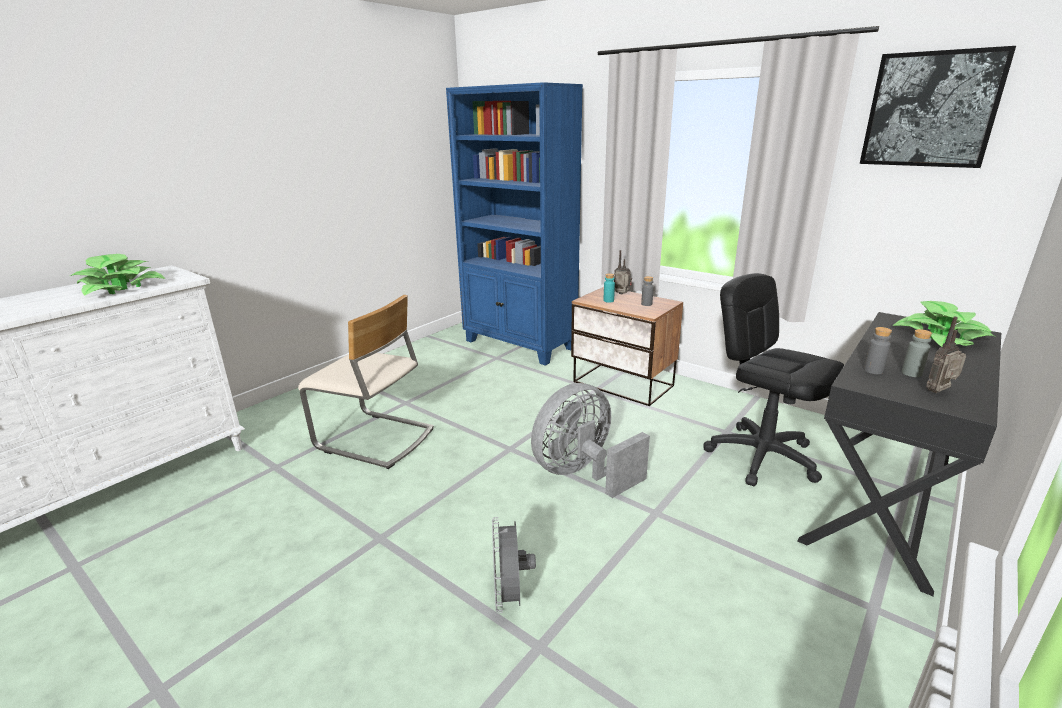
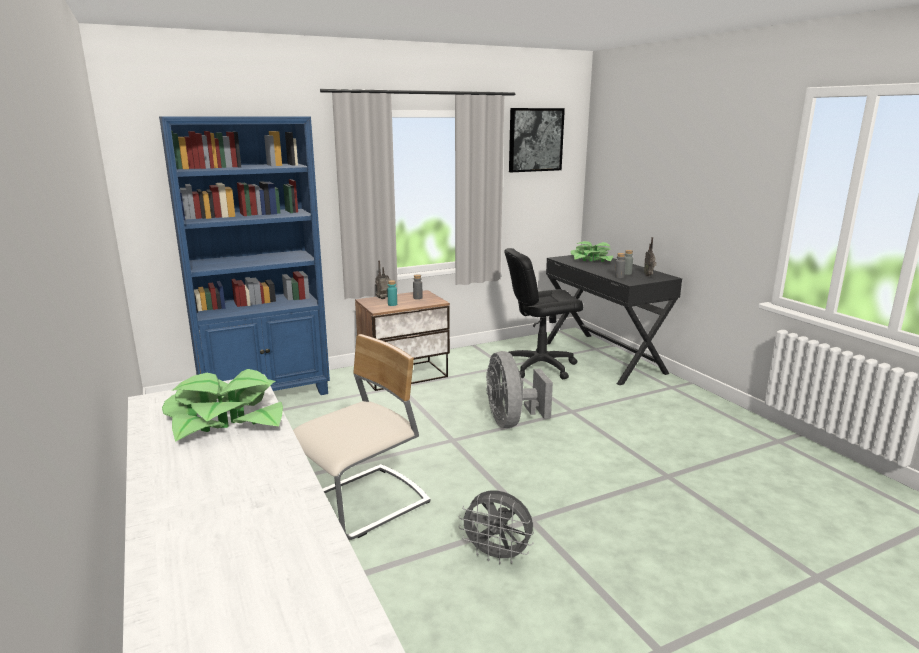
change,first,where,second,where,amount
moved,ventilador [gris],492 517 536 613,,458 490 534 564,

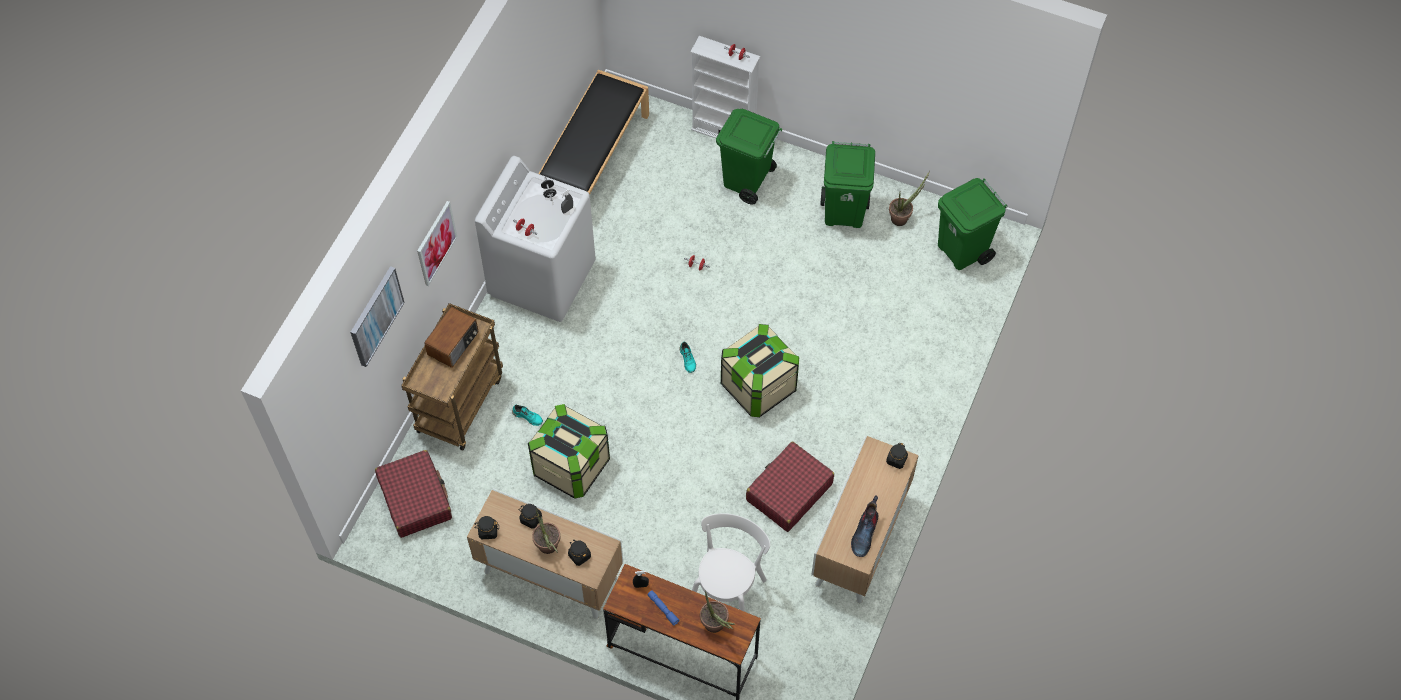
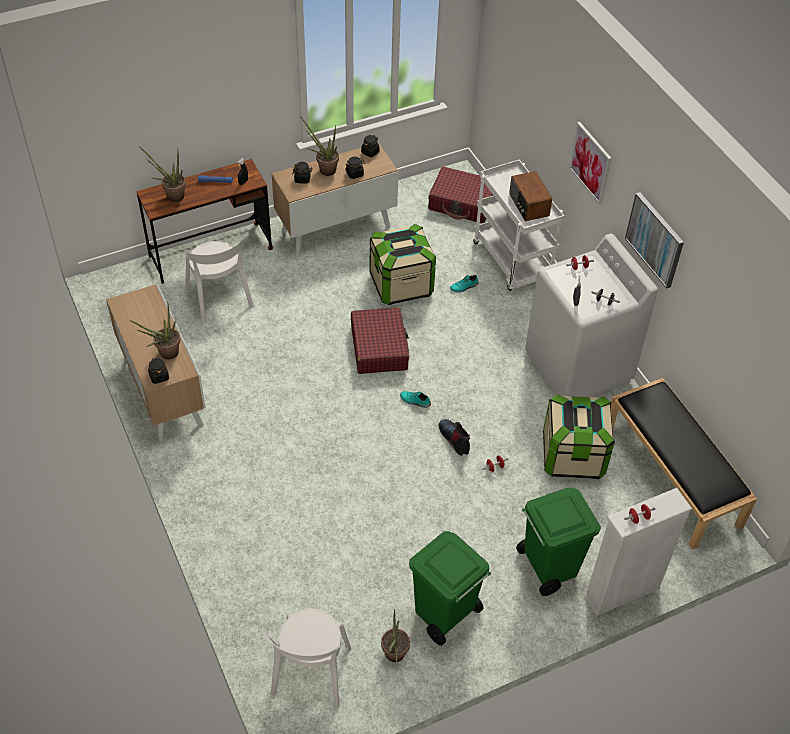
change,first,where,second,where,amount
added,,,planta en maceta,130 302 180 360,
moved,cuadro,350 266 405 367,,625 192 684 289,
moved,caja de almacenaje,721 324 799 417,,543 394 615 479,
moved,maleta [rojo],746 441 834 532,,351 307 409 374,
moved,bota,851 495 879 557,,439 419 470 456,
replaced,papelera [verde],938 178 1008 270,silla [blanco],262 608 351 708,
recoloured,carrito [marrón],401 303 503 451,carrito [blanco],473 160 564 291,

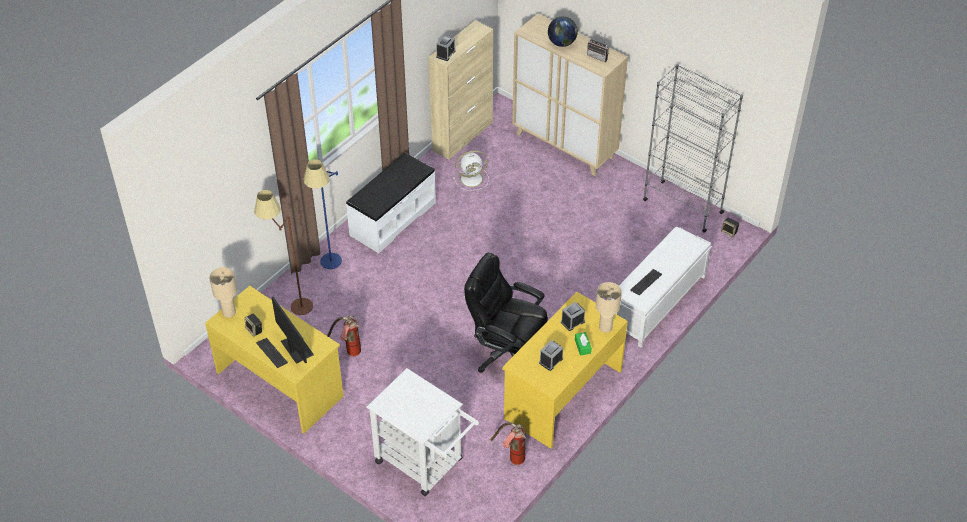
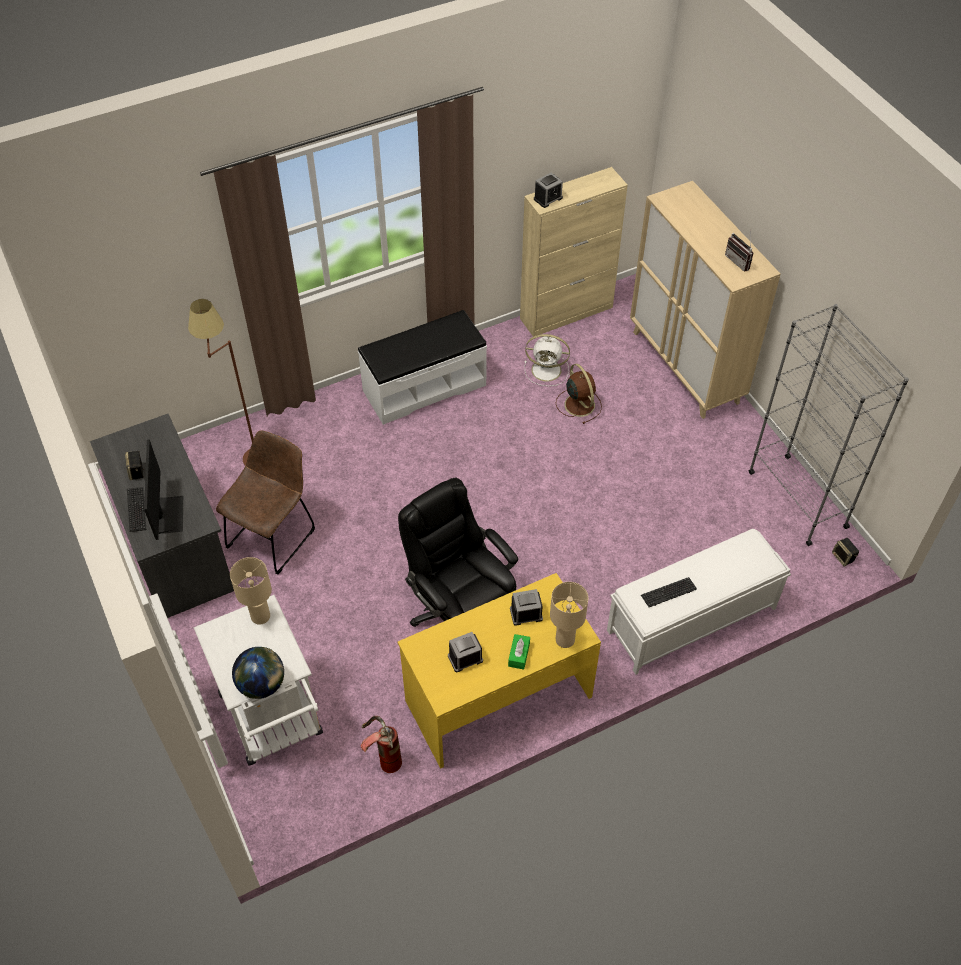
change,first,where,second,where,amount
removed,lámpara de pie [azul],304 159 342 269,,,
added,,,ventilador [marrón],556 364 602 424,
moved,lámpara de mesa [beis],209 267 237 318,,230 557 272 625,
moved,globo terráqueo,548 16 578 47,,232 647 284 699,
replaced,extintor,327 316 361 356,silla [marrón],216 430 315 574,
recoloured,escritorio [amarillo],205 286 344 434,escritorio [gris],90 414 234 618,

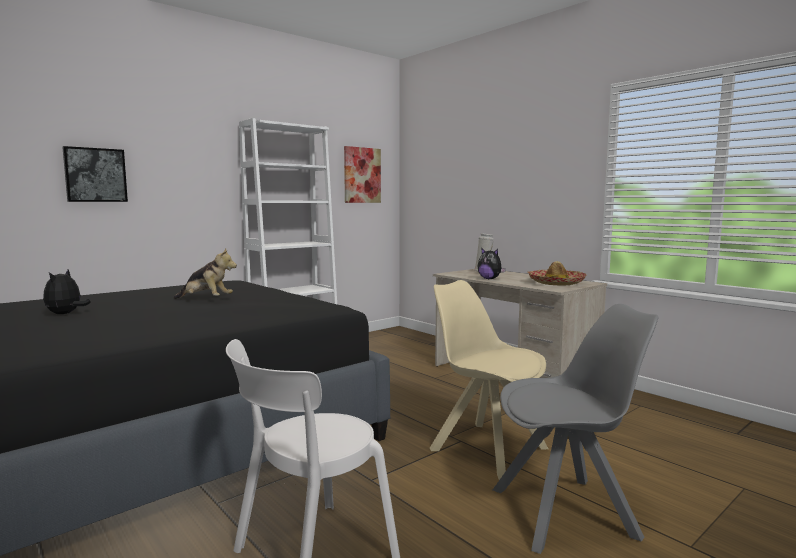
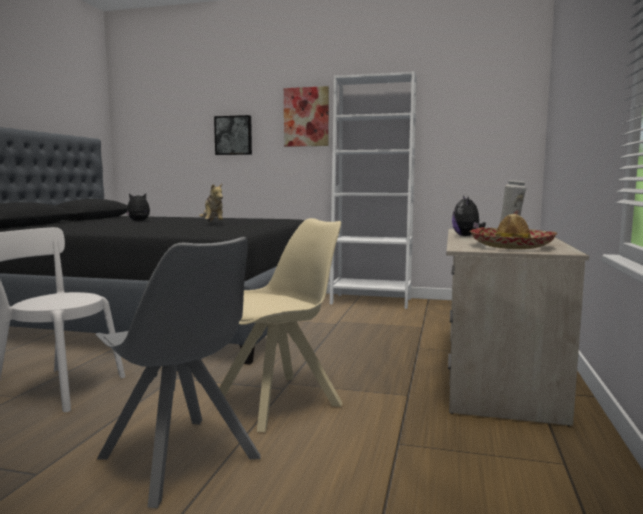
change,first,where,second,where,amount
moved,cuadro,344 146 381 203,,284 86 329 147,
turned,silla [beis],430 280 548 480,,219 218 343 432,45 degrees clockwise

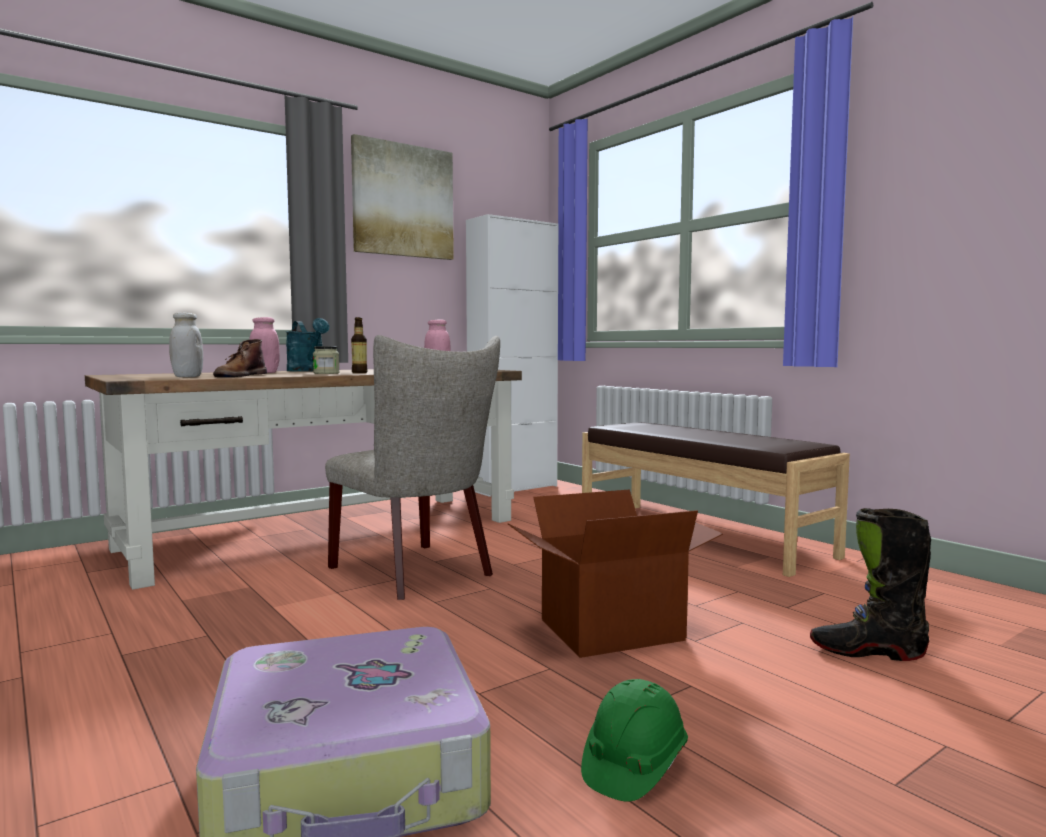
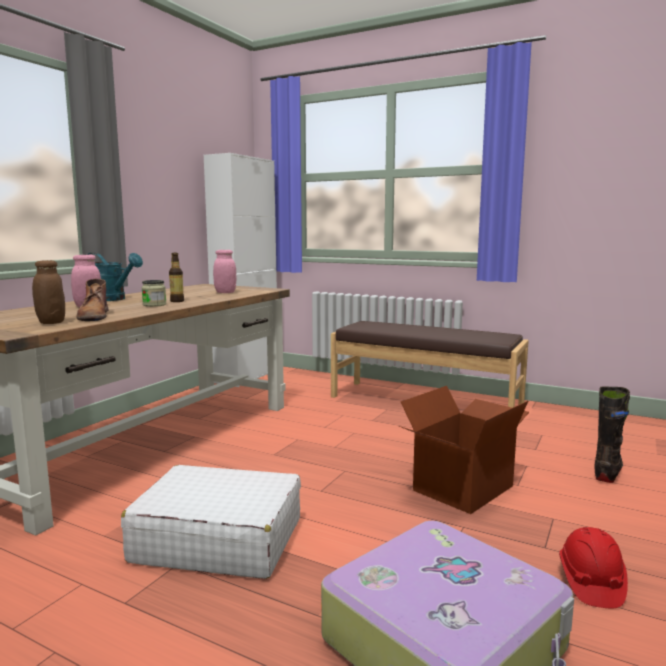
change,first,where,second,where,amount
removed,silla [beis],325 335 500 600,,,
removed,cuadro,351 134 454 260,,,
added,,,maleta [blanco],121 465 301 579,
recoloured,tarro [blanco],169 312 203 377,tarro [marrón],32 260 65 324,
recoloured,casco [verde],581 679 688 802,casco [rojo],559 527 628 608,
turned,bota [negro],810 508 931 661,,594 386 630 483,135 degrees clockwise

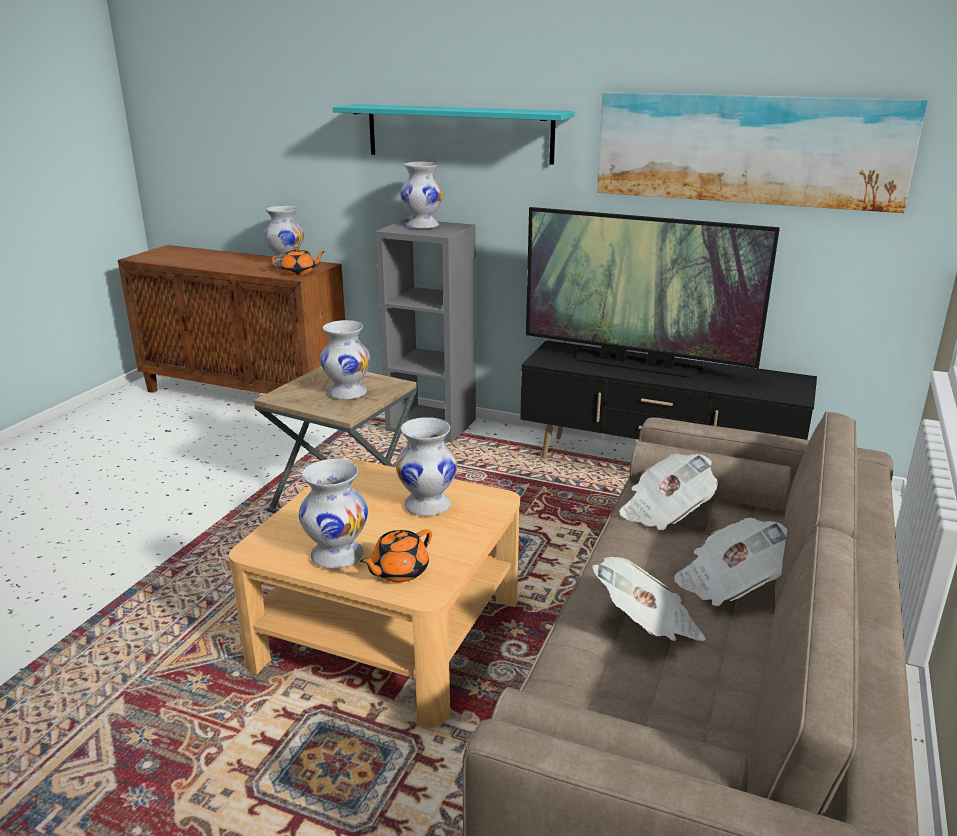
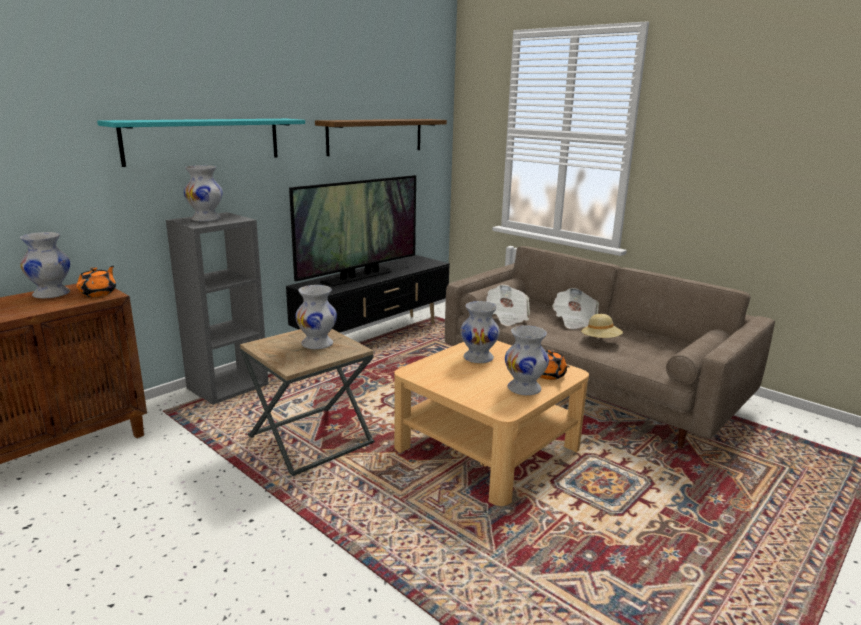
change,first,where,second,where,amount
replaced,periódico,592 557 706 641,sombrero [beis],581 314 623 338,
replaced,cuadro,597 92 927 213,estante,315 119 447 156,

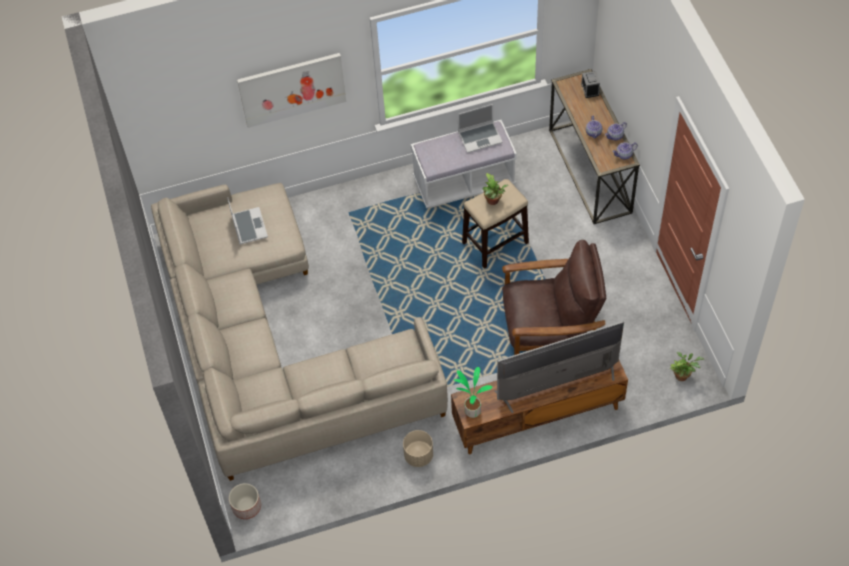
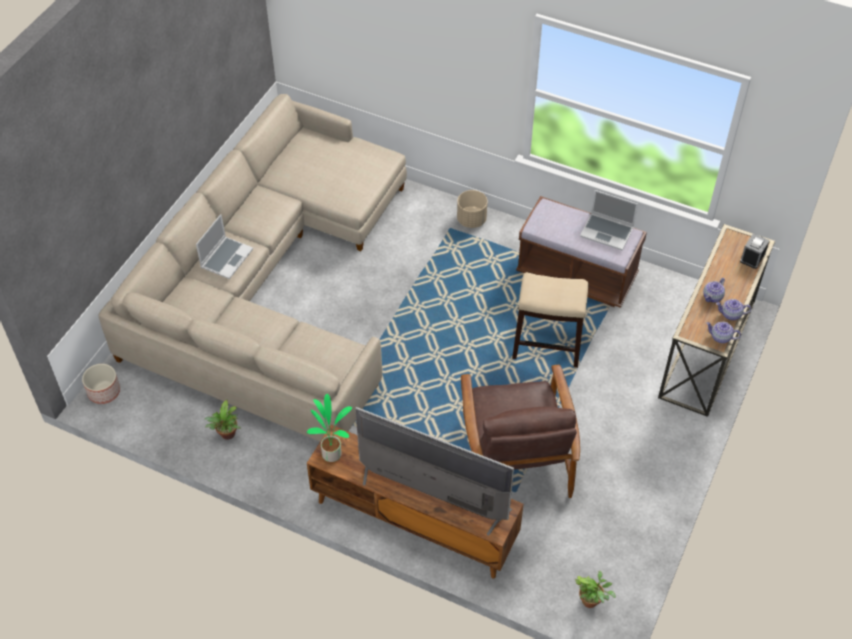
change,first,where,second,where,amount
removed,cuadro,237 53 346 128,,,
moved,portátil,227 197 268 245,,196 214 253 279,
moved,maceta [beis],403 430 433 467,,457 190 488 228,
moved,planta en maceta,483 173 508 205,,205 400 241 440,
recoloured,banco [blanco],411 120 517 208,banco [marrón],516 196 647 308,
turned,sillón [marrón],502 240 607 355,,461 365 580 498,45 degrees clockwise

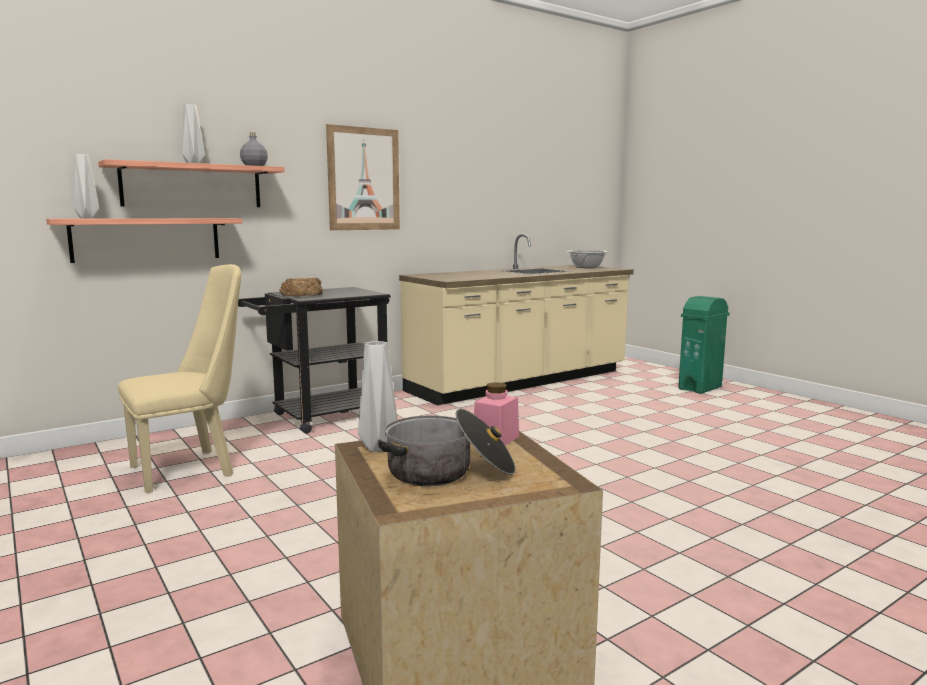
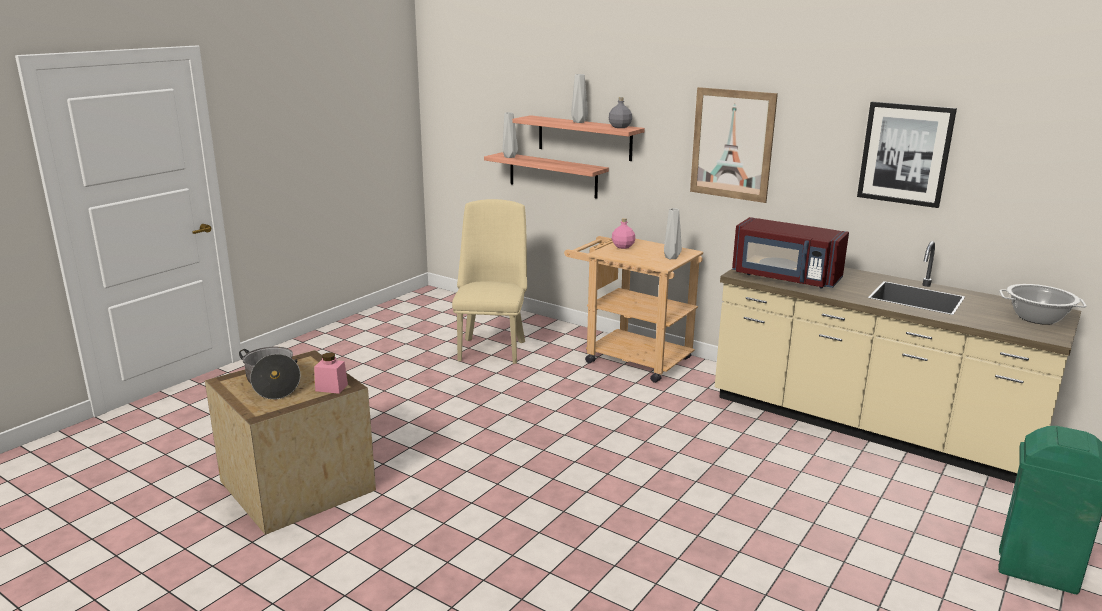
change,first,where,second,where,amount
added,,,microondas [rojo],732 217 849 288,
added,,,cuadro,857 102 957 208,
moved,florero [gris],358 341 397 452,,664 208 682 259,
replaced,pan,279 278 323 296,botella [rosa],612 218 635 249,
recoloured,carrito [negro],238 287 391 433,carrito [beis],564 236 703 383,
turned,silla [beis],118 264 241 493,,452 199 527 364,120 degrees counterclockwise

